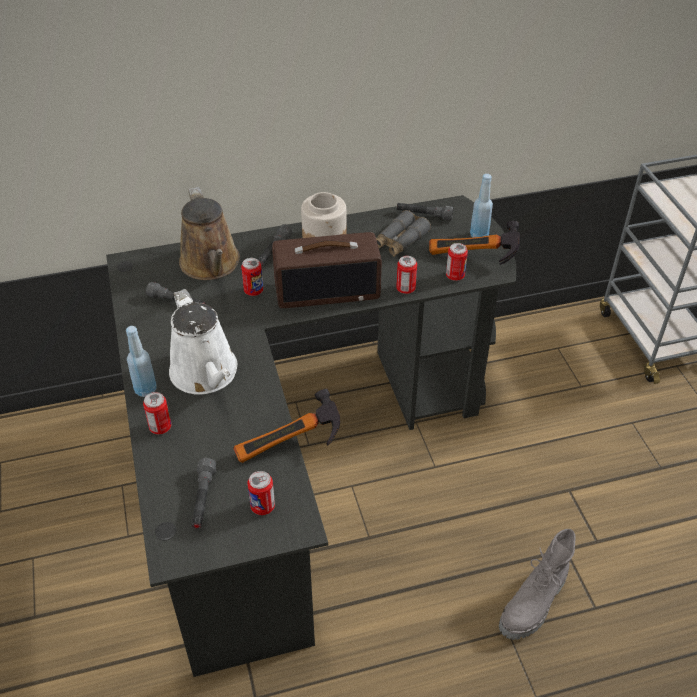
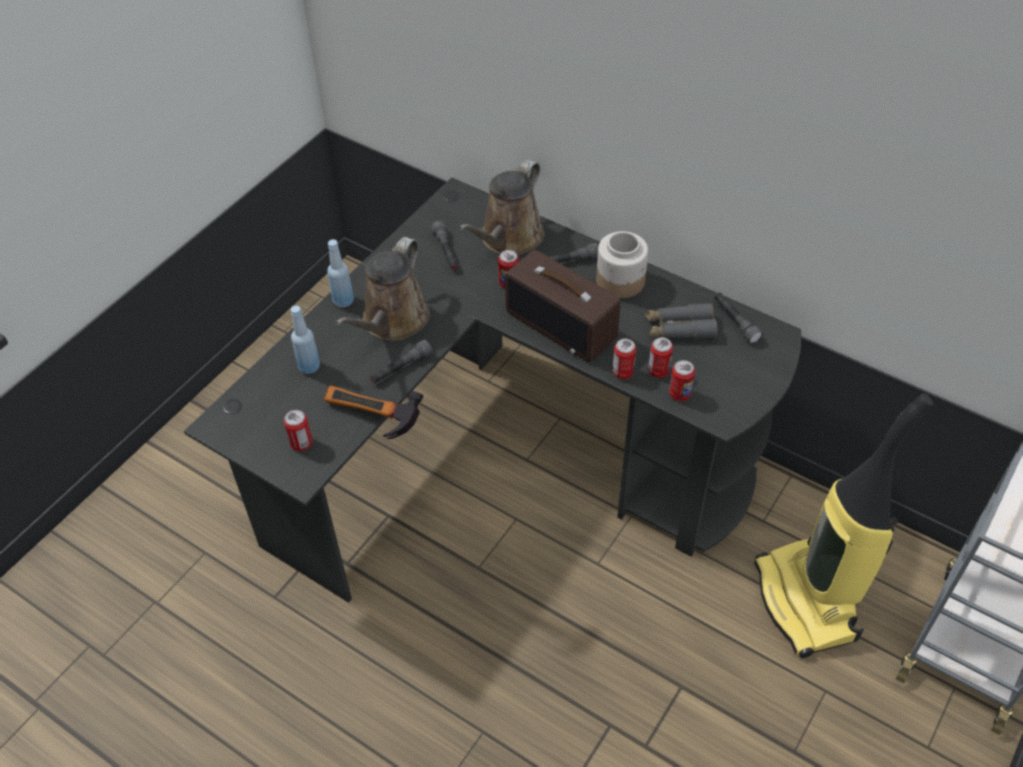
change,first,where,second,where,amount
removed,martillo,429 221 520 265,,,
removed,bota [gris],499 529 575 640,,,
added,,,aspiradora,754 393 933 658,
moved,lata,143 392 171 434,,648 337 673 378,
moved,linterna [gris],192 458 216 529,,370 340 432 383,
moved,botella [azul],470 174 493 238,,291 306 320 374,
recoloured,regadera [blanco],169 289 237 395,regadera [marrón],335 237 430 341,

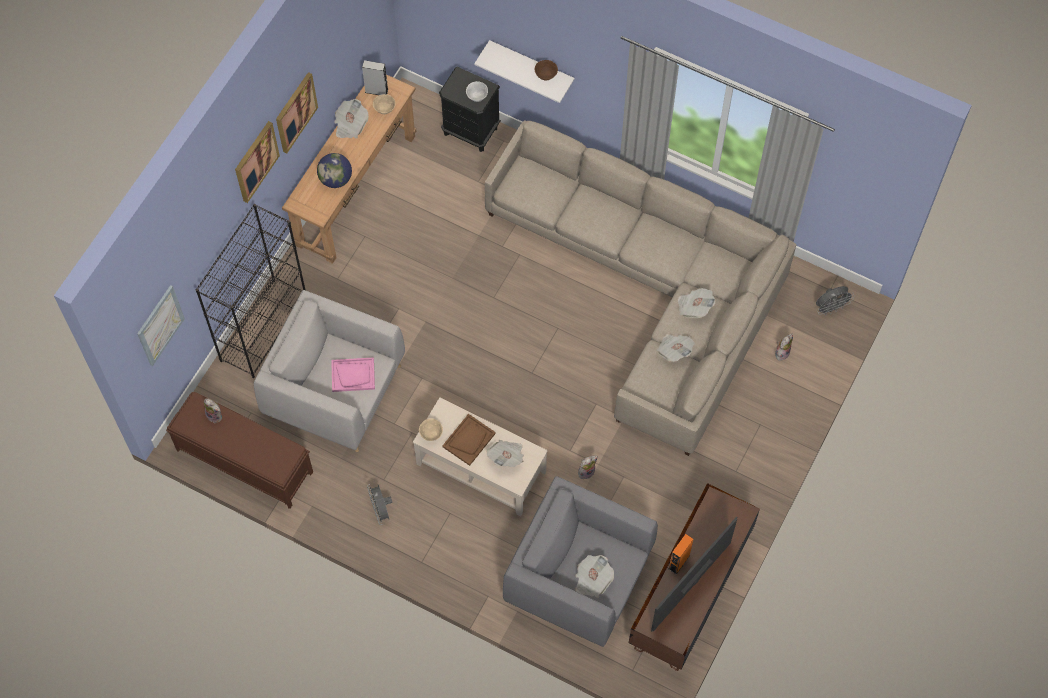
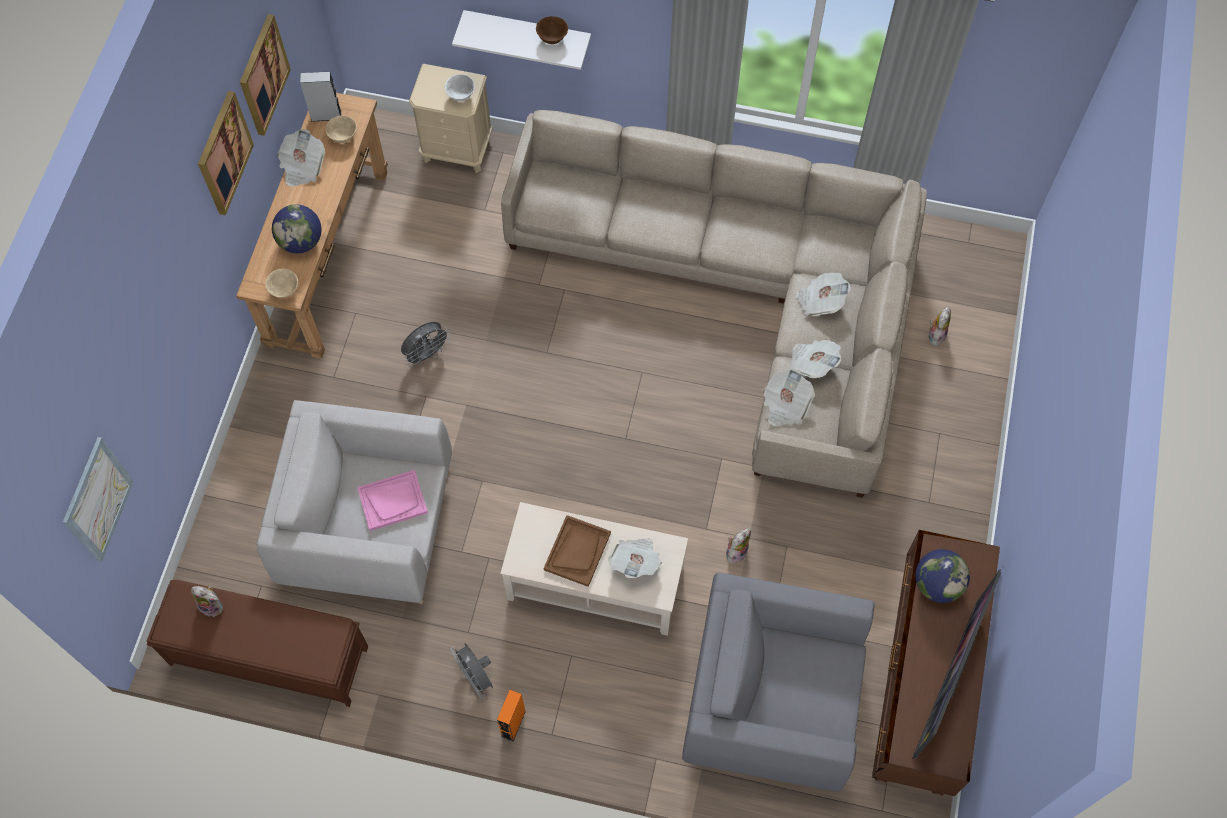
change,first,where,second,where,amount
removed,estantería [negro],195 204 305 378,,,
added,,,globo terráqueo,915 549 970 603,
moved,cuadro,235 121 280 203,,240 14 291 136,
moved,cuenco [beis],419 418 443 441,,265 268 298 298,
moved,periódico,575 555 614 598,,763 369 814 426,
moved,altavoz [naranja],669 534 693 574,,497 689 526 741,
moved,ventilador [gris],816 286 855 316,,401 322 451 367,
recoloured,mesita de noche [negro],439 67 501 152,mesita de noche [beis],409 64 493 173,

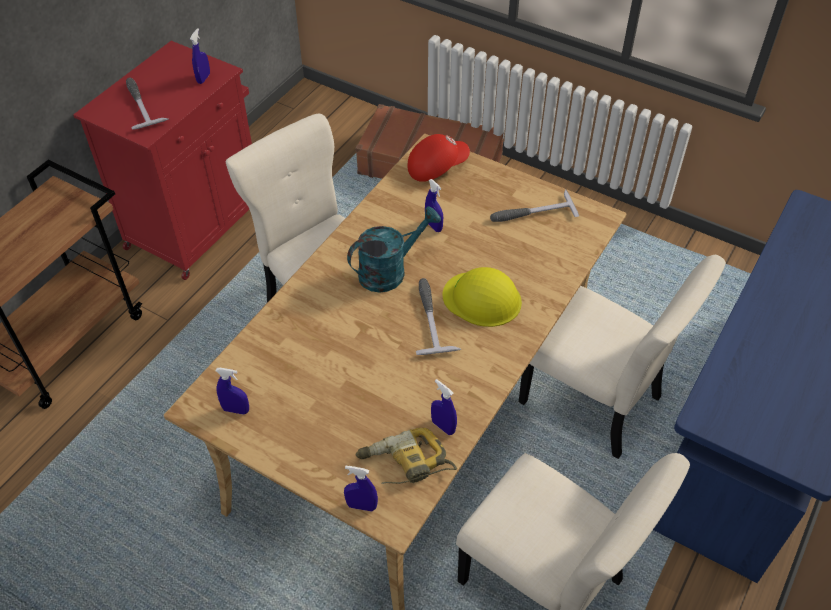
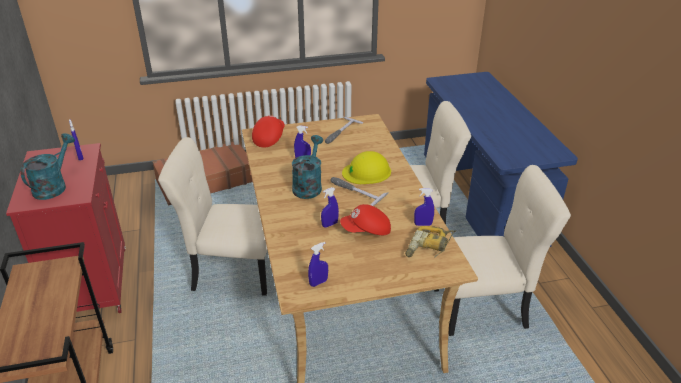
change,first,where,second,where,amount
added,,,gorra [rojo],340 204 391 235,
moved,pulverizador [azul],344 466 378 512,,321 187 339 228,
replaced,martillo,126 78 169 129,regadera [turquesa],20 133 75 200,

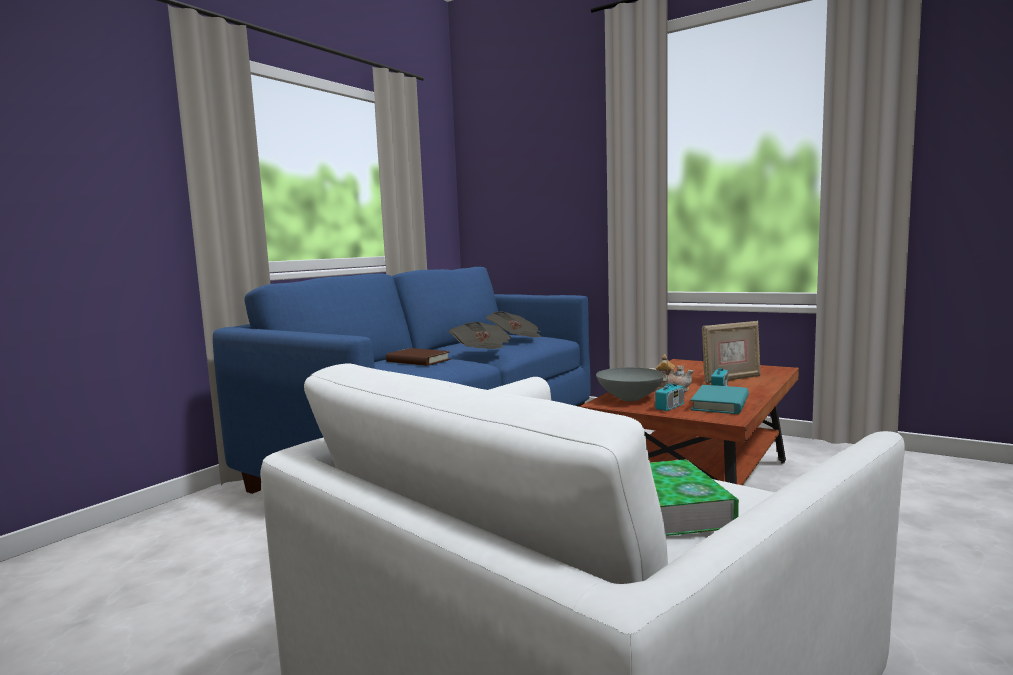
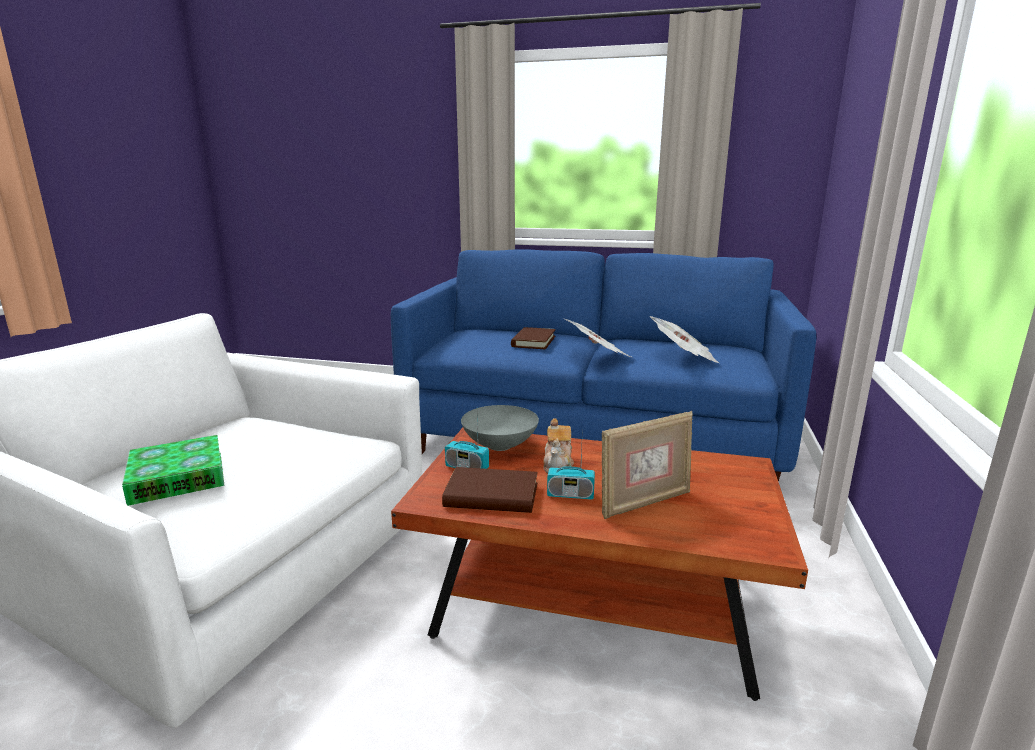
change,first,where,second,where,amount
recoloured,libro [turquesa],691 385 749 414,libro [marrón],442 467 538 513,
turned,portarretratos,702 320 761 384,,602 411 693 519,75 degrees counterclockwise

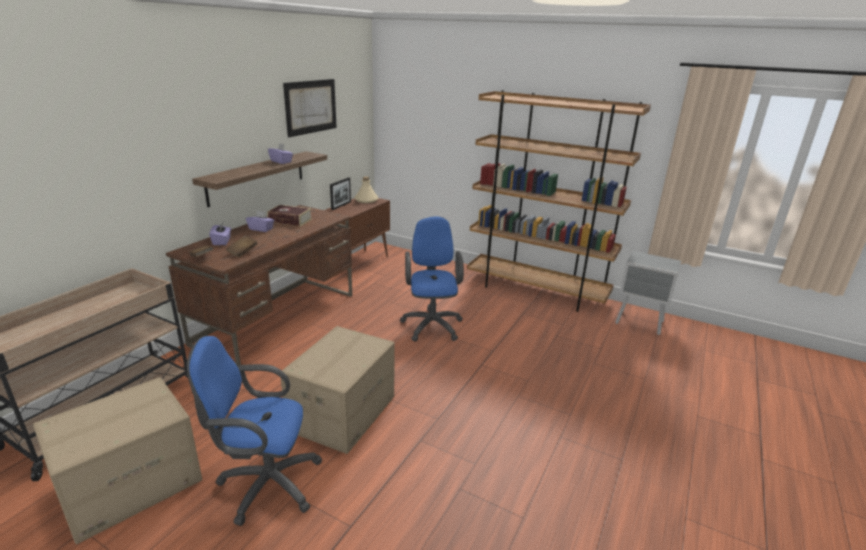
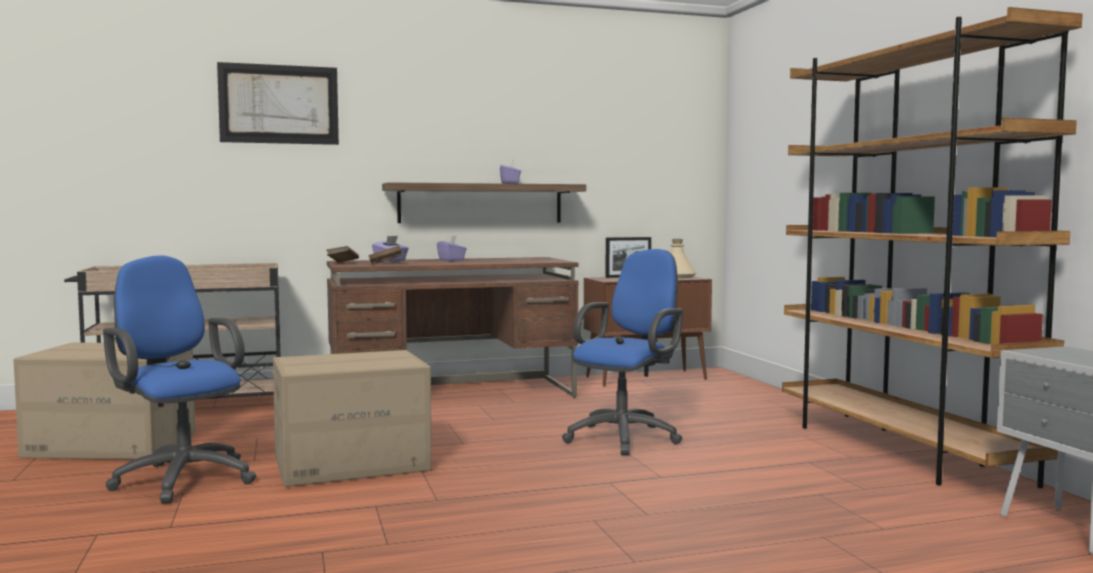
change,first,where,second,where,amount
removed,libro,267 205 312 226,,,
moved,cuadro,283 79 337 137,,217 62 339 145,

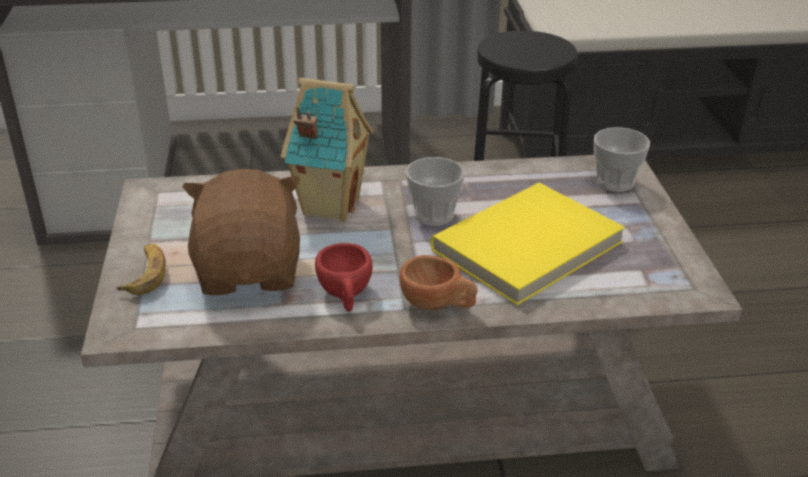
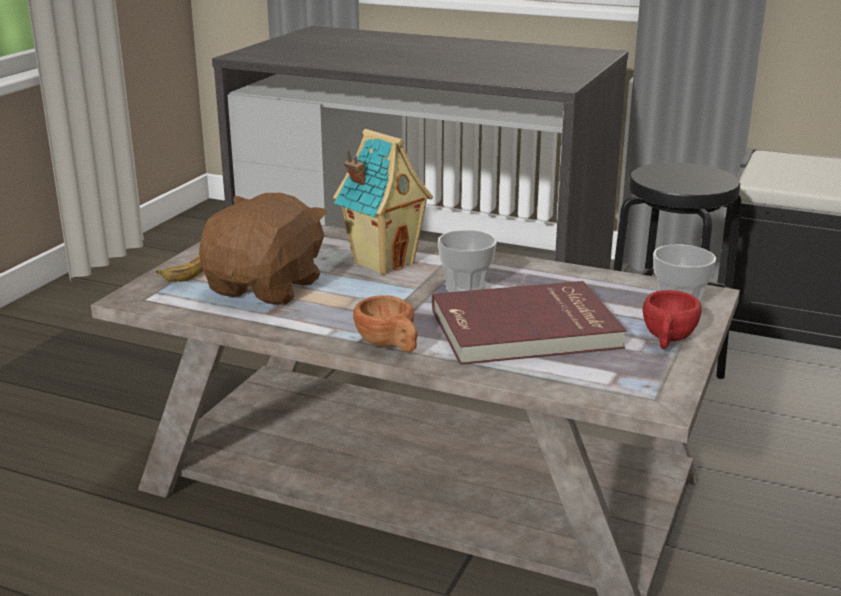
change,first,where,second,where,amount
moved,taza [rojo],315 243 373 312,,643 290 702 349,
recoloured,libro [amarillo],431 183 625 305,libro [rojo],432 281 627 365,

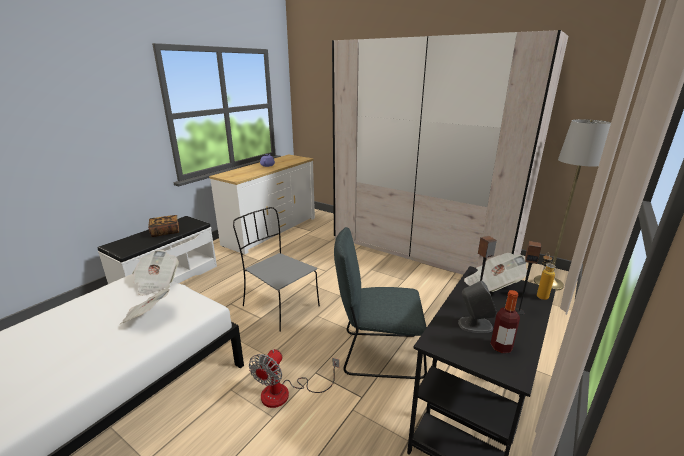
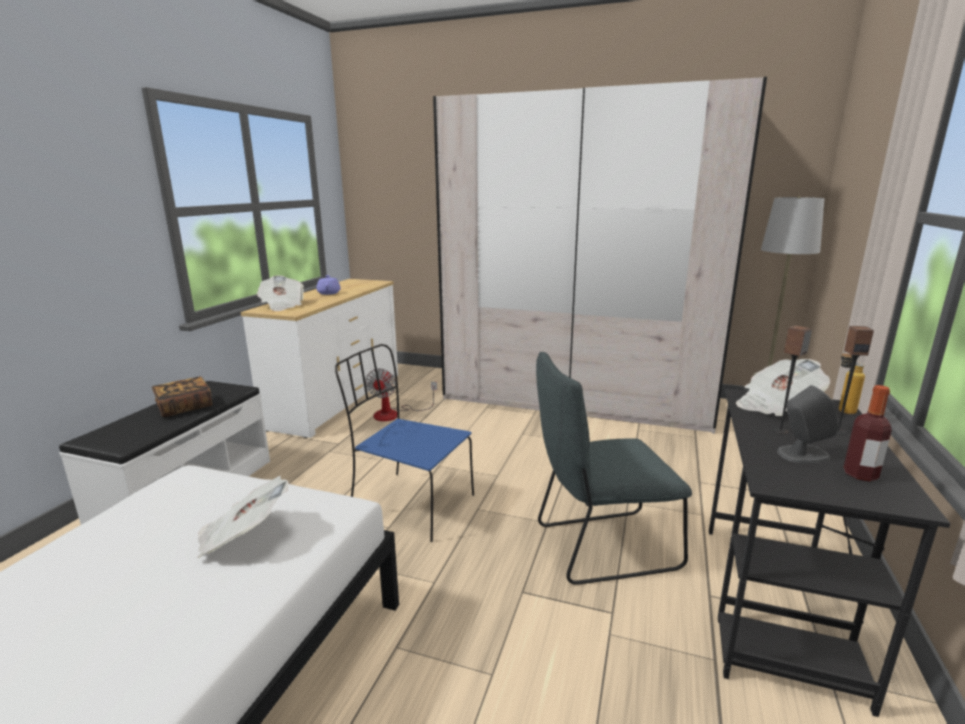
change,first,where,second,where,amount
moved,periódico,133 250 179 296,,257 275 304 311,
moved,ventilador,249 349 339 408,,365 368 437 421,
recoloured,silla [gris],233 207 320 332,silla [azul],335 344 474 542,

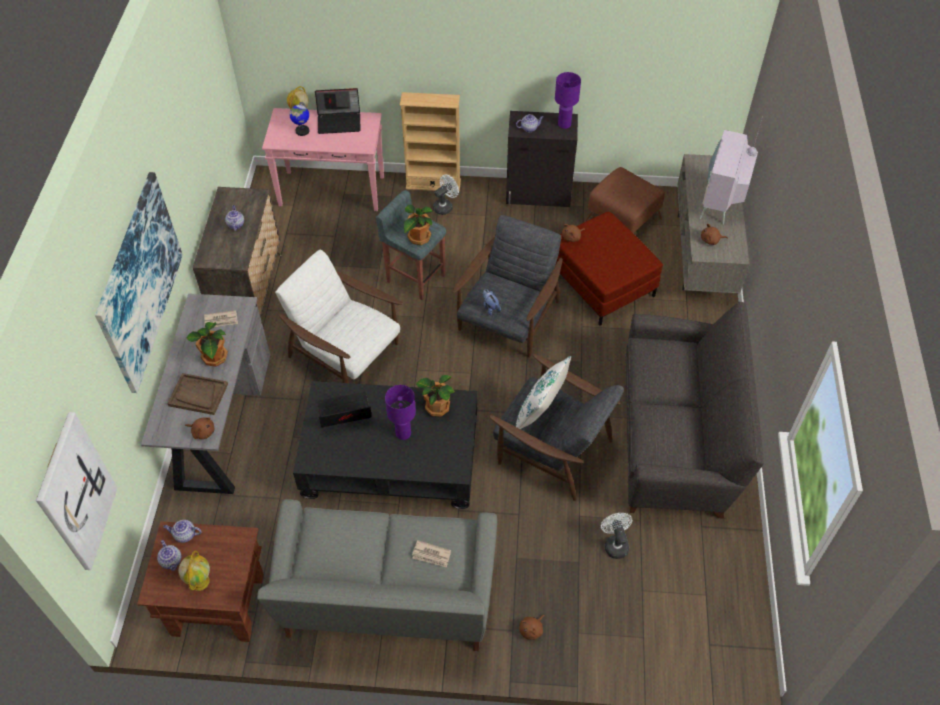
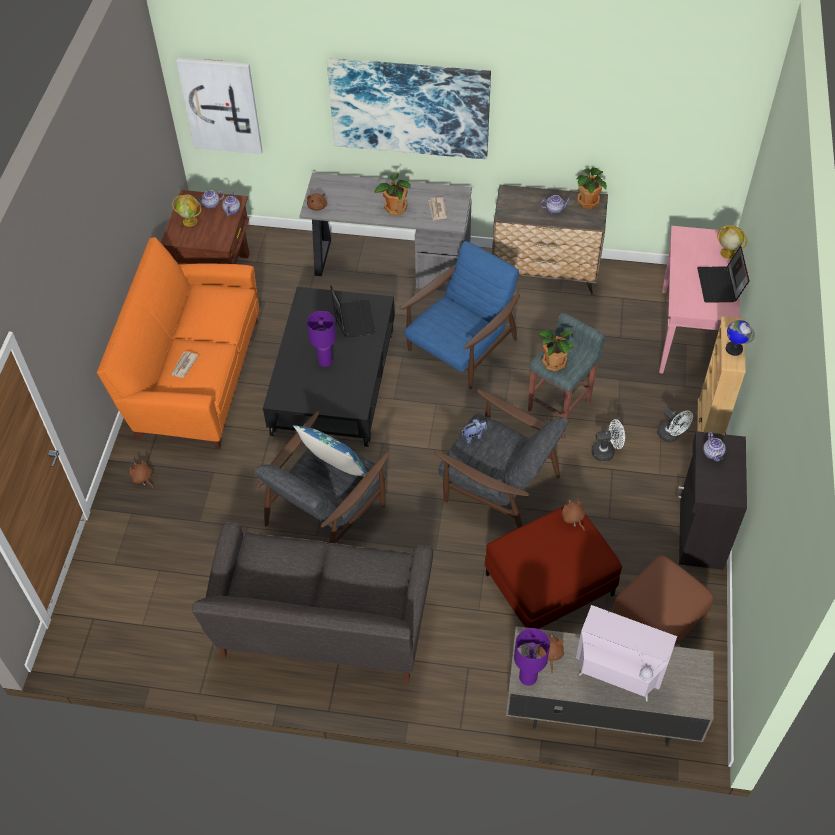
change,first,where,second,where,amount
removed,bandeja [marrón],167 373 228 415,,,
moved,globo terráqueo,289 102 309 136,,726 320 755 356,
moved,planta en maceta,416 375 455 417,,576 167 607 209,
moved,lámpara de mesa [morado],555 72 581 129,,514 628 550 686,
moved,ventilador [blanco],601 513 632 559,,592 419 625 461,
recoloured,sofá [gris],257 499 497 651,sofá [naranja],97 237 259 449,
recoloured,sillón [blanco],275 250 403 383,sillón [azul],400 241 520 389,
recoloured,cojín [blanco],515 356 571 429,cojín [azul],293 425 368 476,

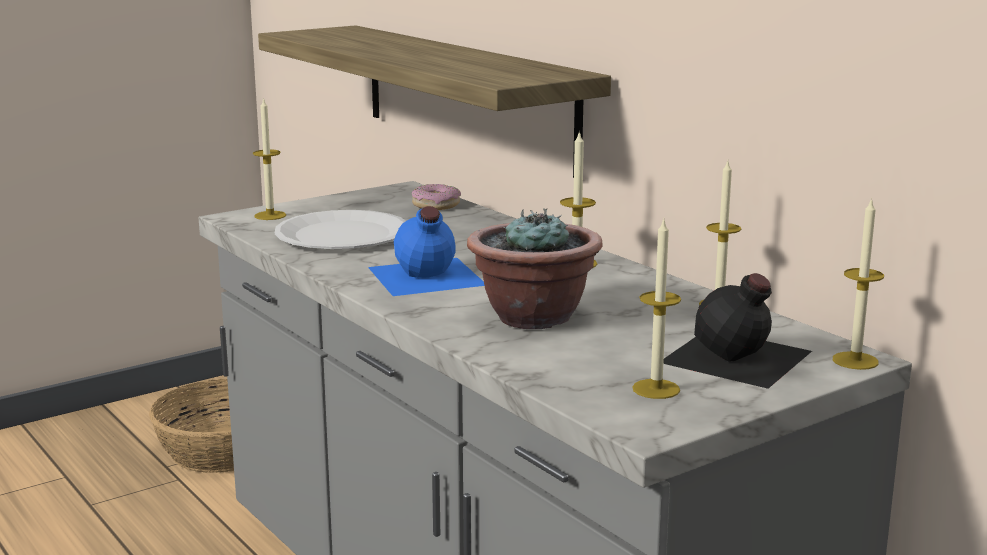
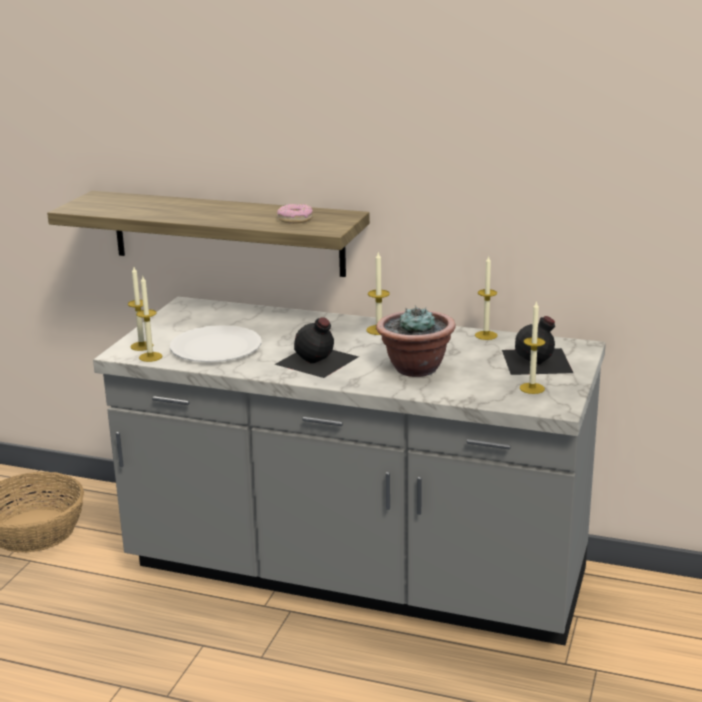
change,first,where,second,where,amount
moved,rosquilla,412 184 461 210,,277 204 313 224,
moved,vela,833 198 884 370,,136 276 162 362,
recoloured,botella [azul],368 206 484 296,botella [negro],275 317 359 378,

